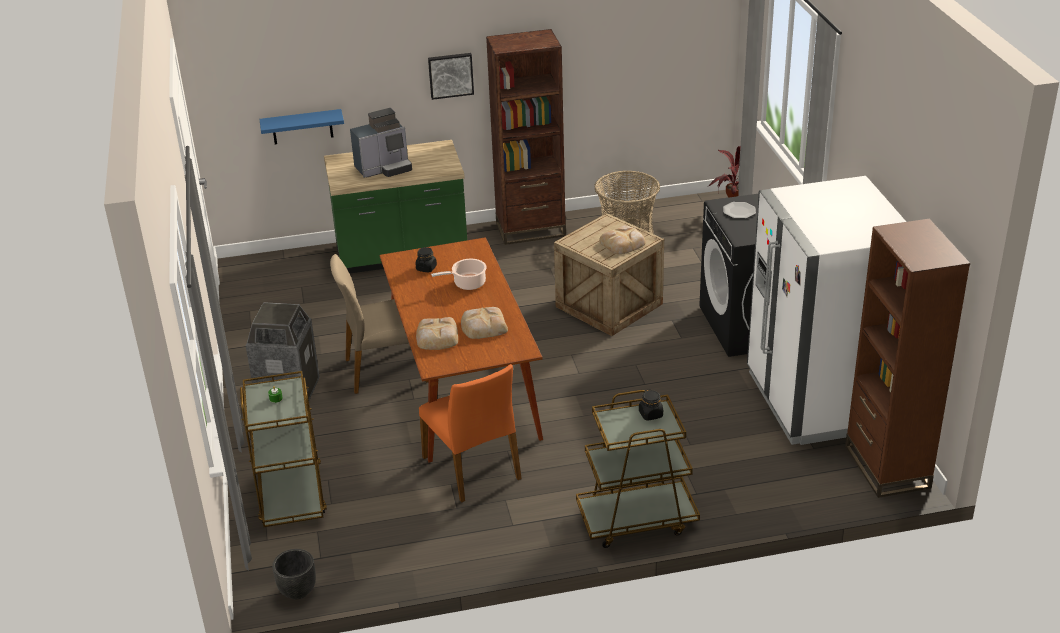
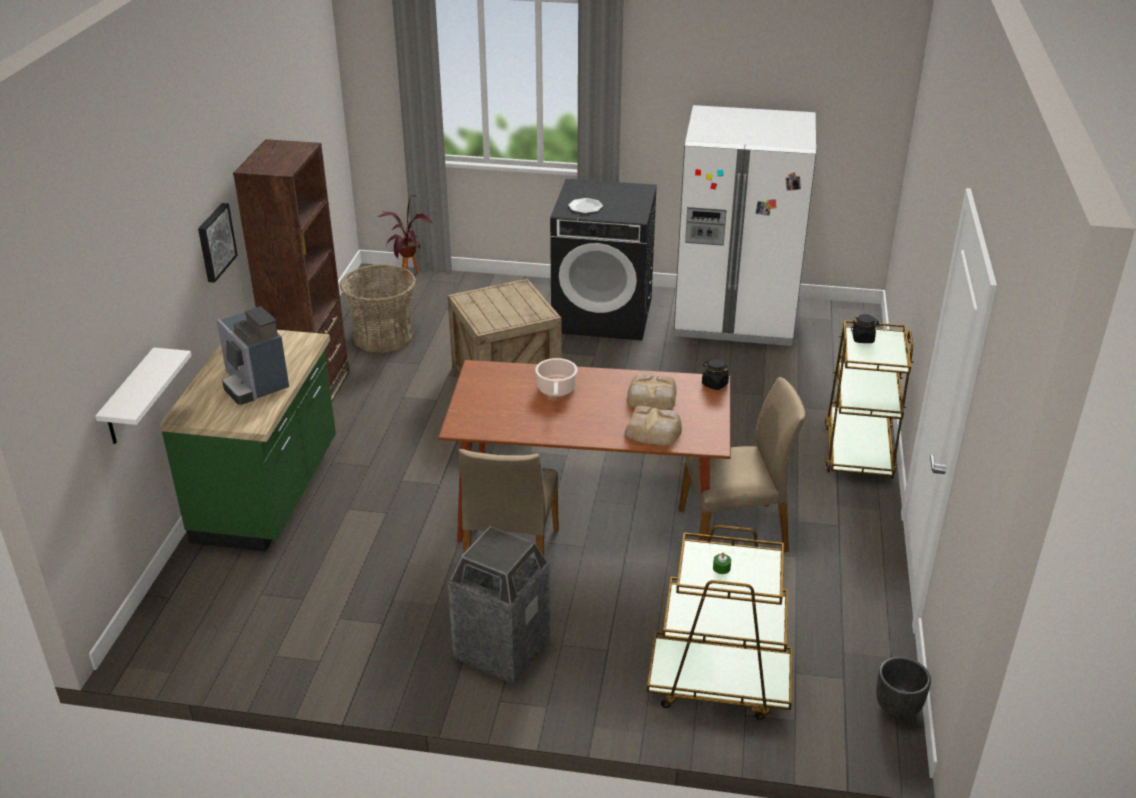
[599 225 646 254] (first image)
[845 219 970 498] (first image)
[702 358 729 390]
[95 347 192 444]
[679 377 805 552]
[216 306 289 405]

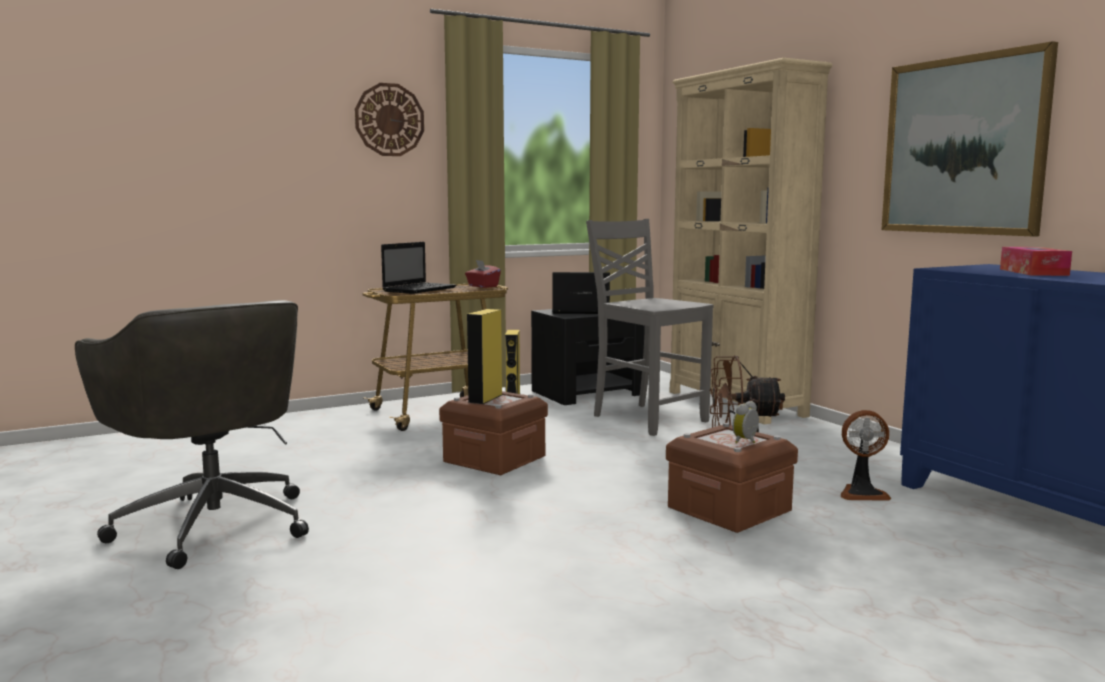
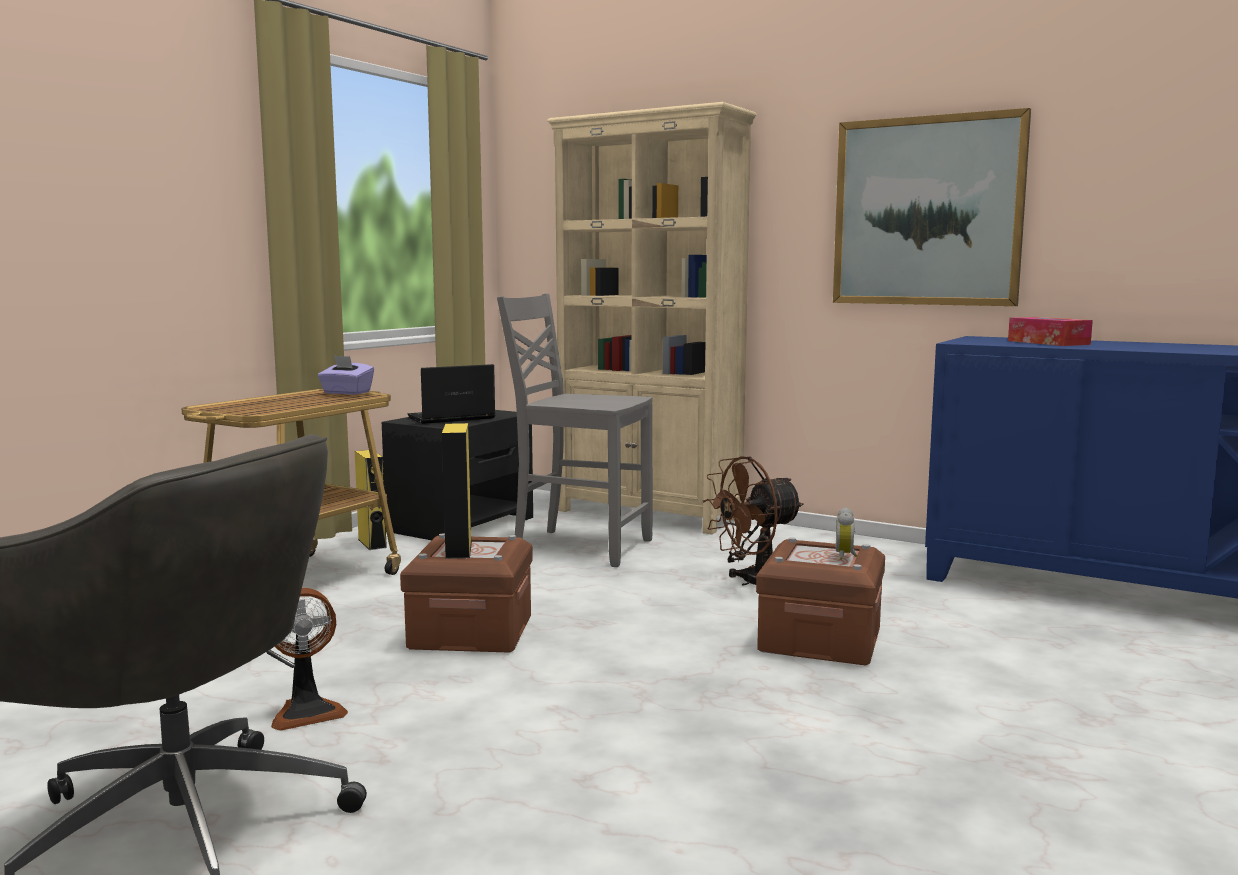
[355 83 424 156] (first image)
[381 242 456 294] (first image)
[271 588 348 731]
[318 355 374 395]

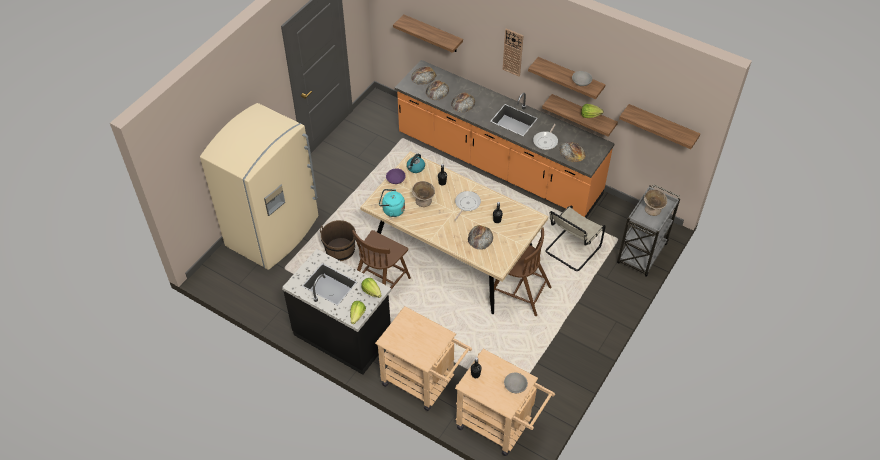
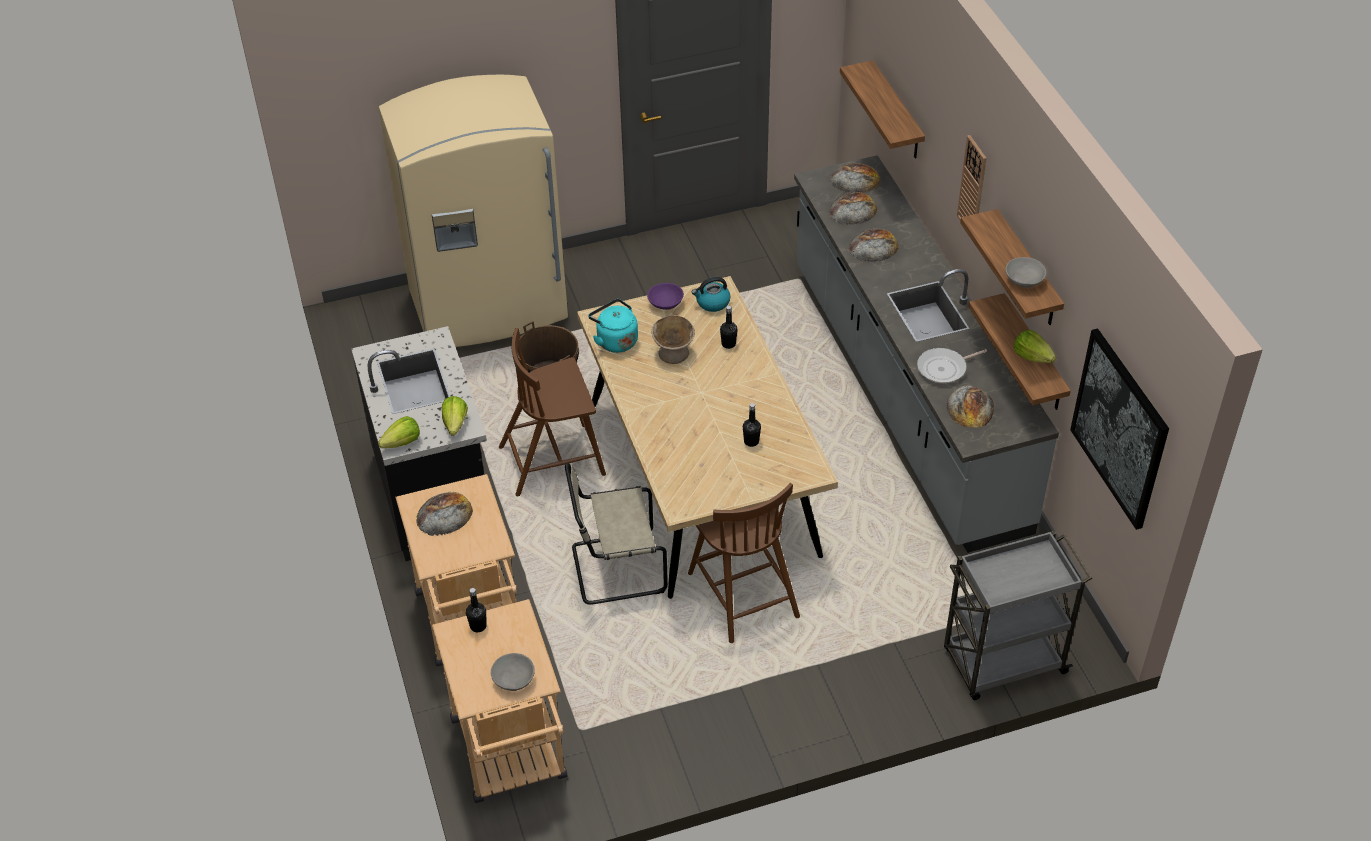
[455 191 481 221] (first image)
[644 189 667 216] (first image)
[416 492 473 536]
[565 463 668 605]
[1070 328 1169 530]
[794 155 1059 553]

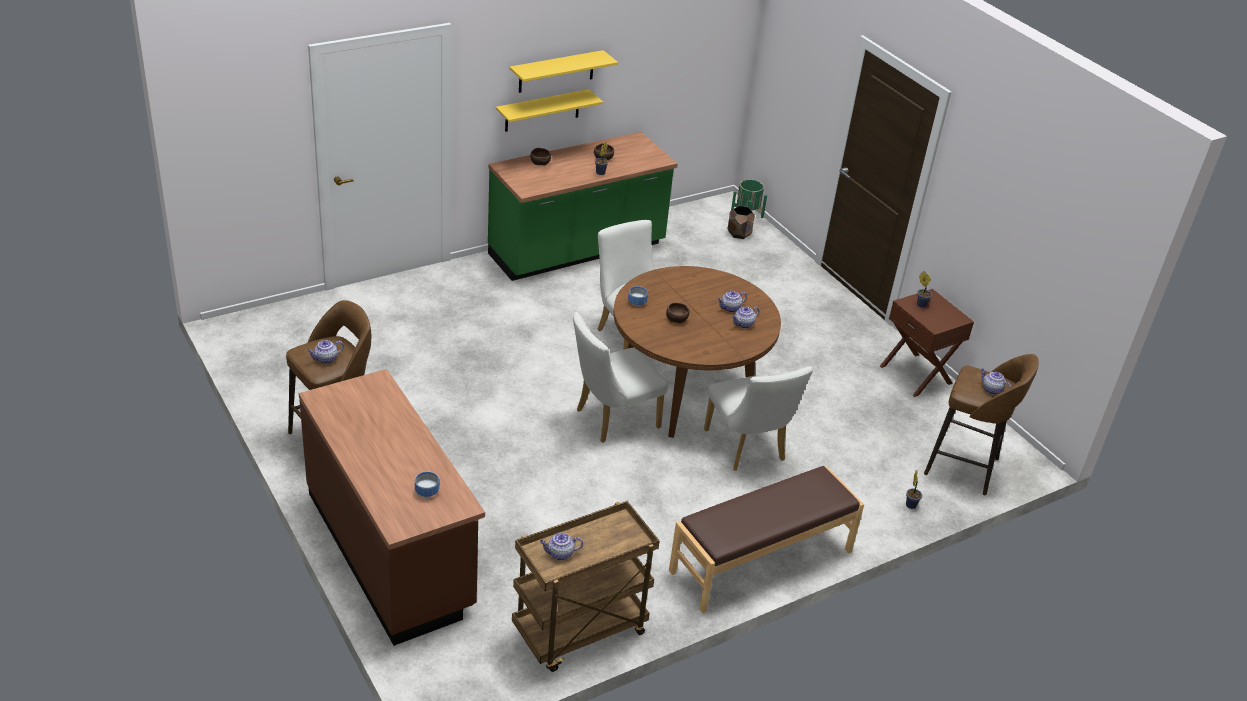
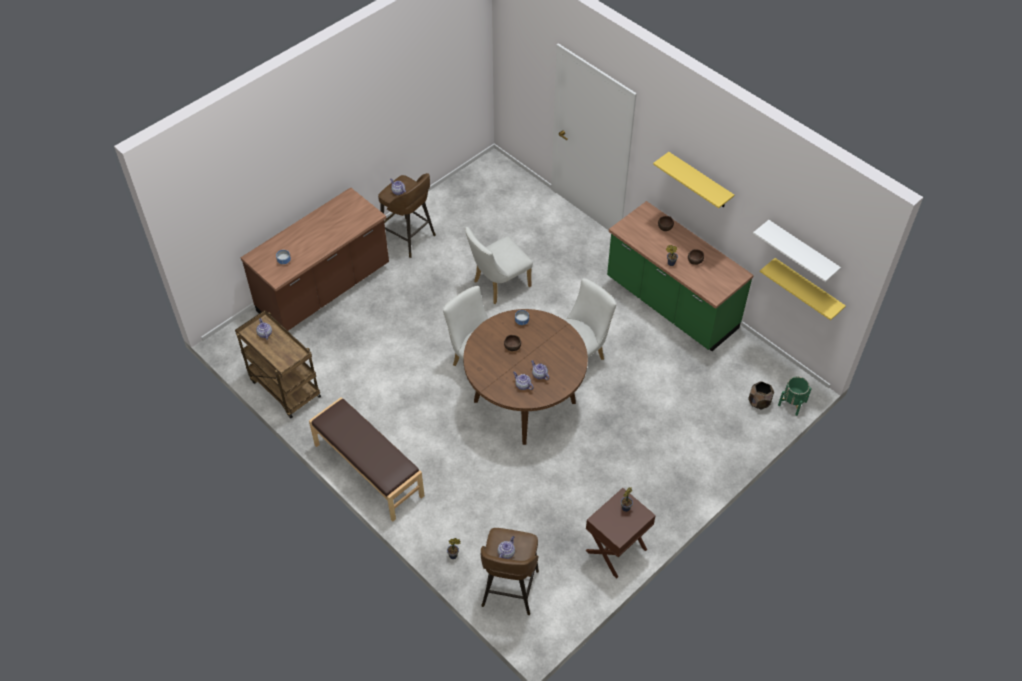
[753 220 841 282]
[760 258 846 320]
[465 227 533 304]

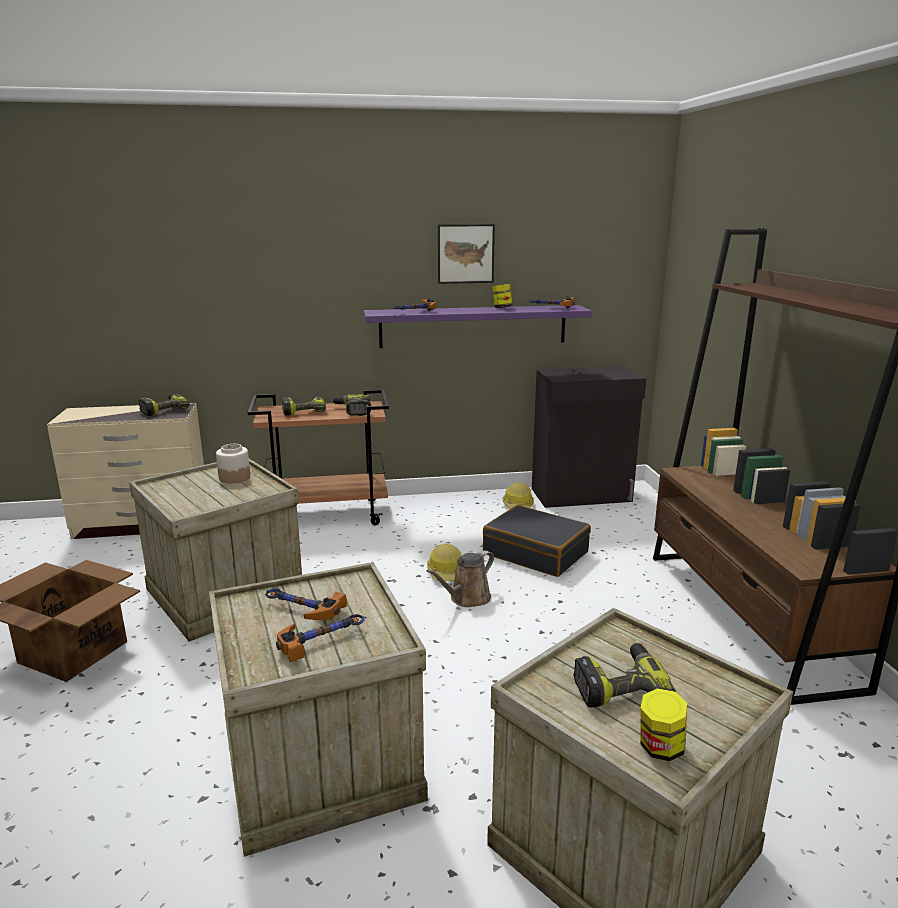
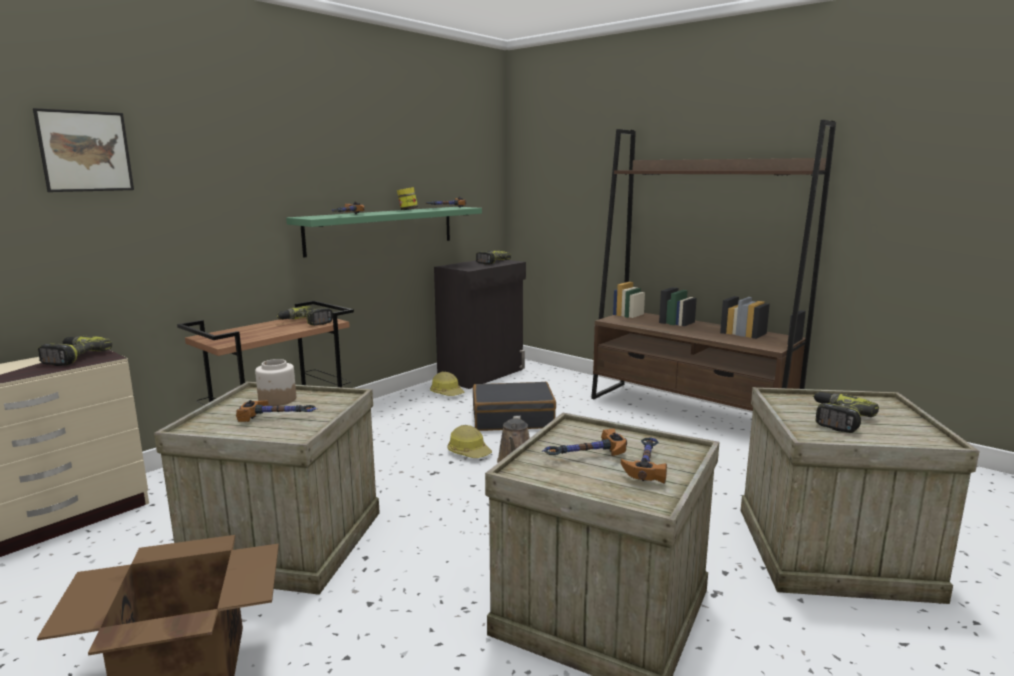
[640 688 687 761] (first image)
[236 400 317 422]
[476 250 511 264]
[33 108 134 192]
[286 207 482 258]

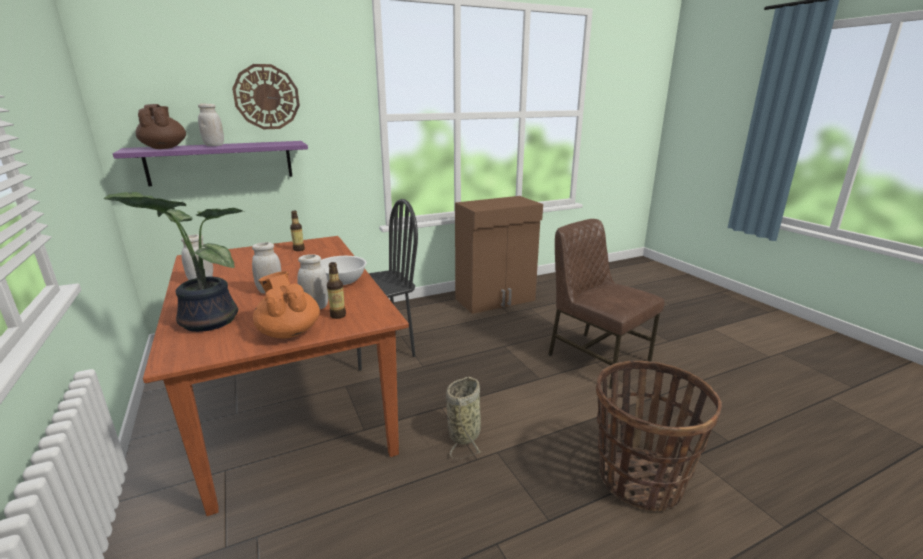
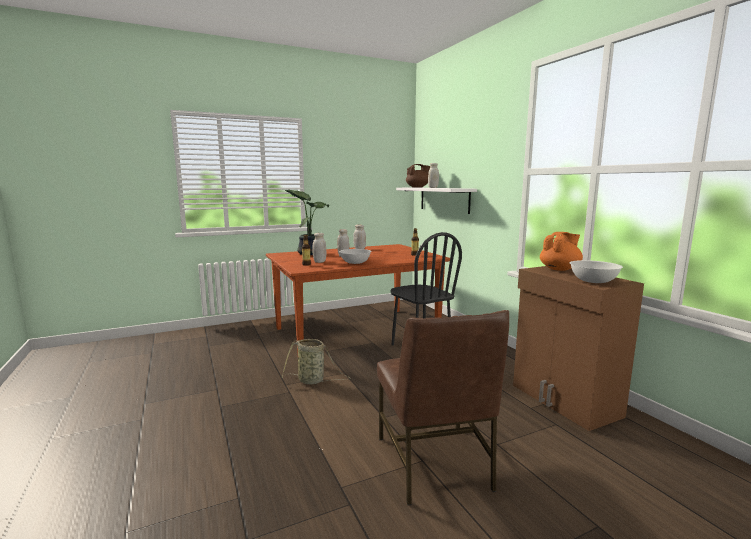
[232 64 300 129] (first image)
[596 361 722 512] (first image)
[570 260 623 283]
[540 232 583 271]
[396 188 477 214]
[377 310 509 505]

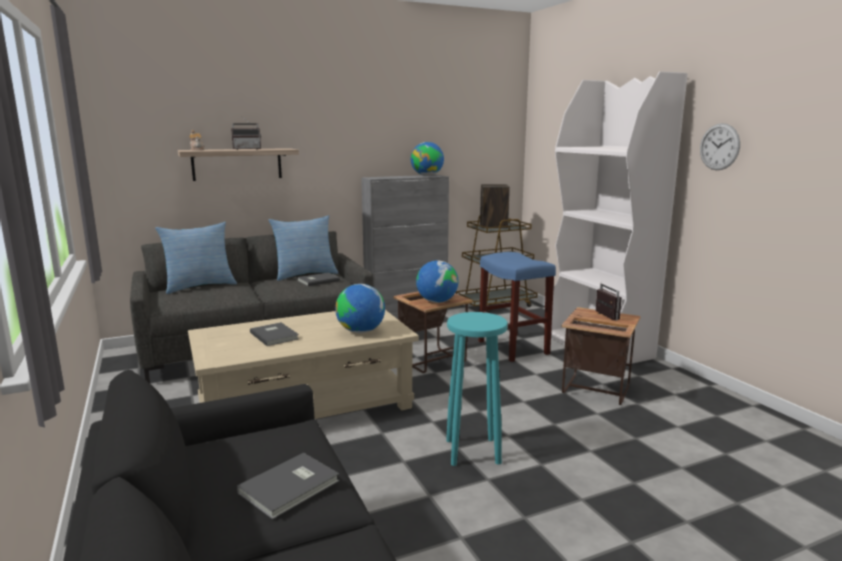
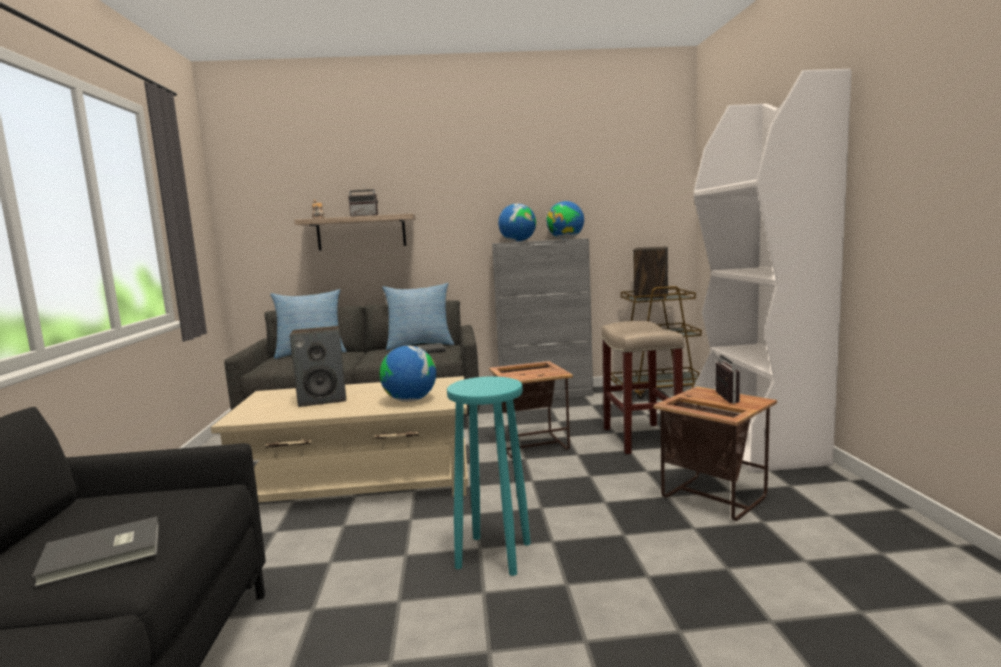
[700 123 740 170] (first image)
[498 203 536 242]
[290 326 346 407]
[601 321 684 454]

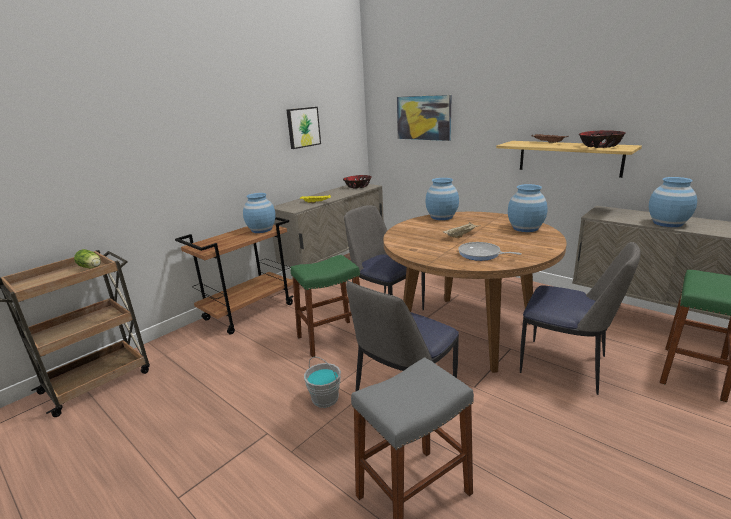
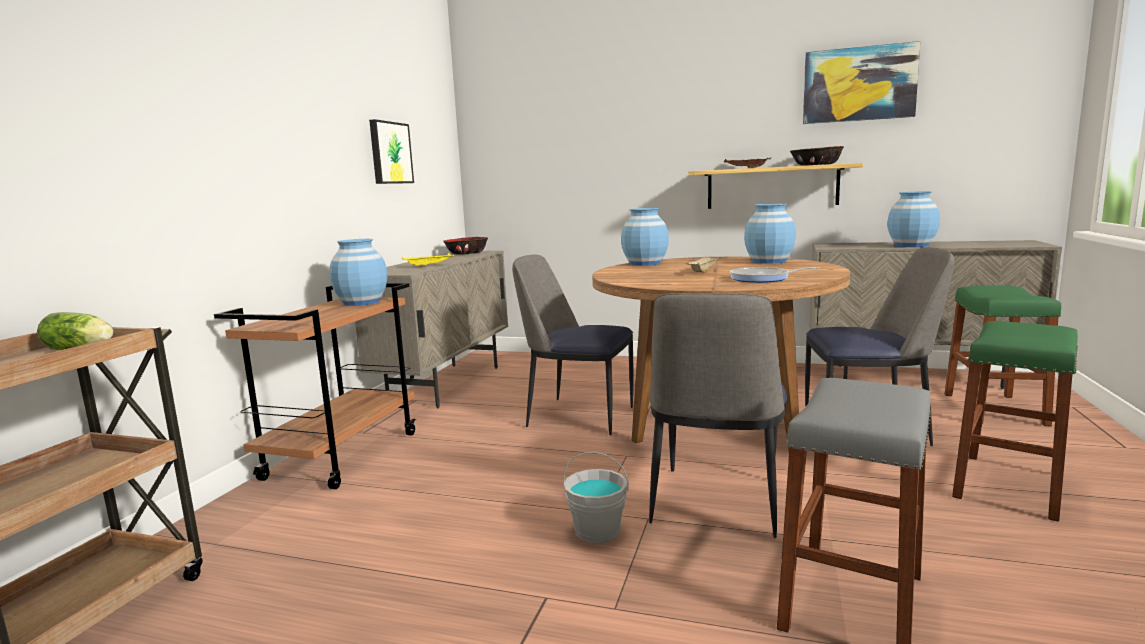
[952 321 1078 522]
[803 41 920 124]

